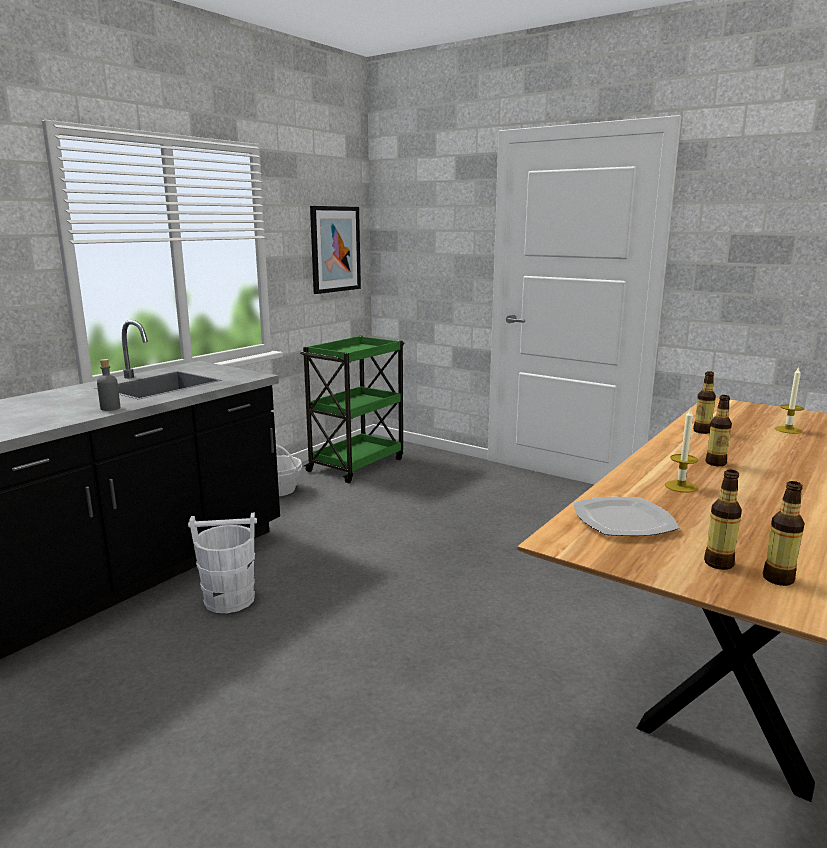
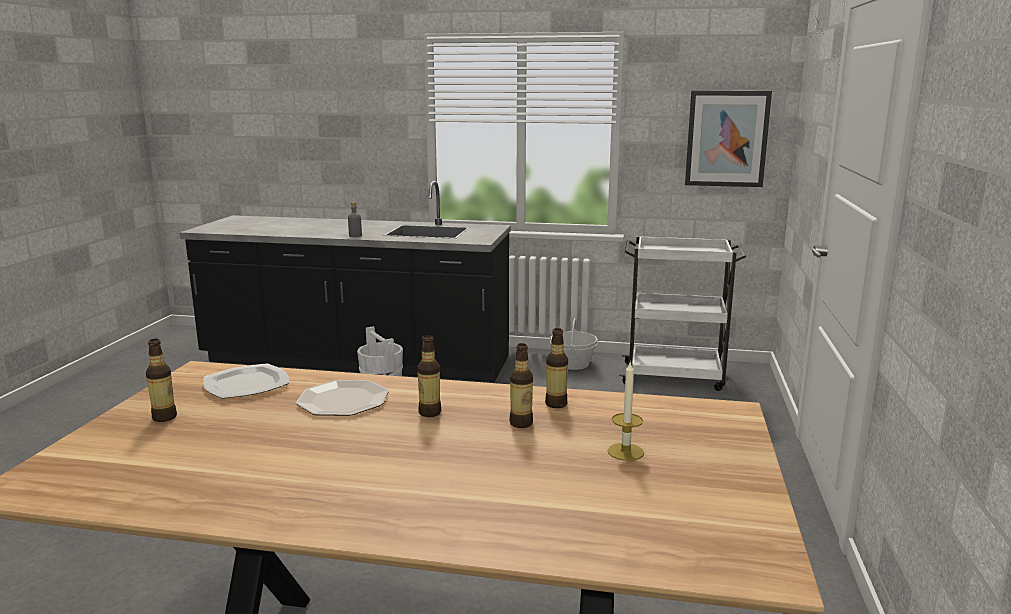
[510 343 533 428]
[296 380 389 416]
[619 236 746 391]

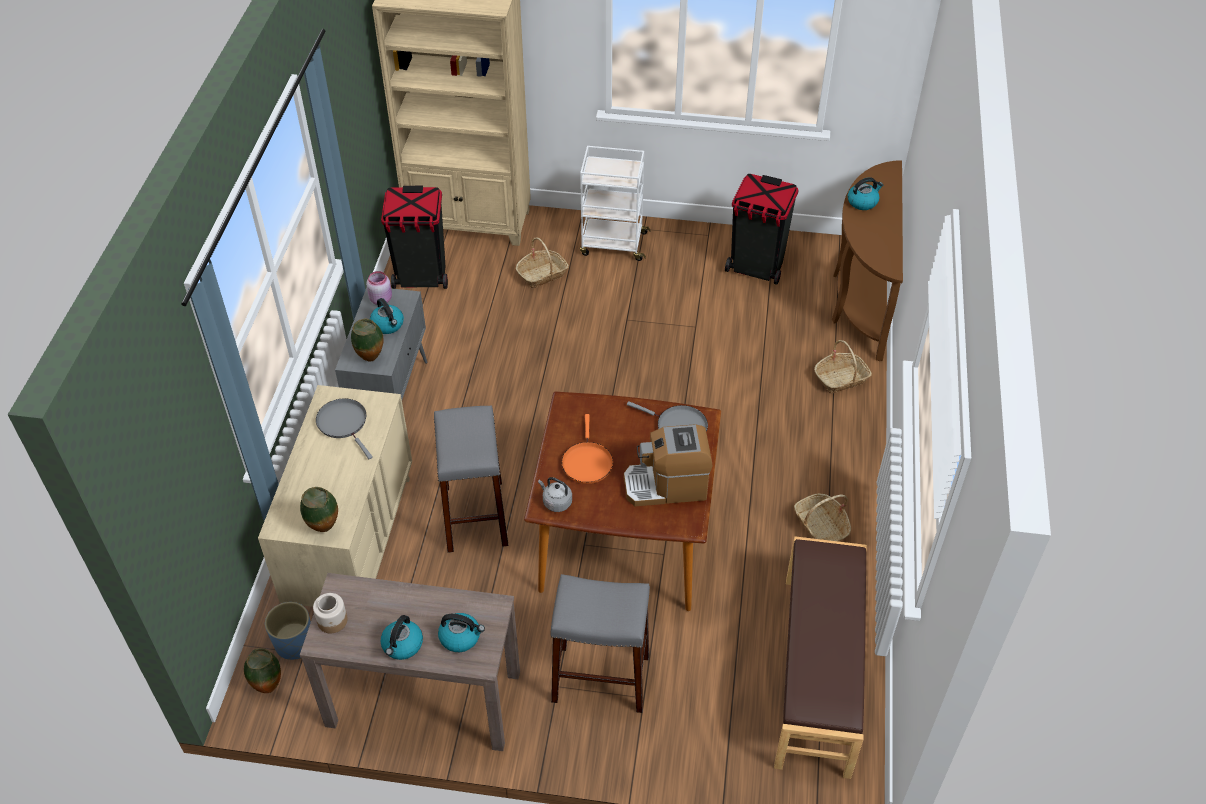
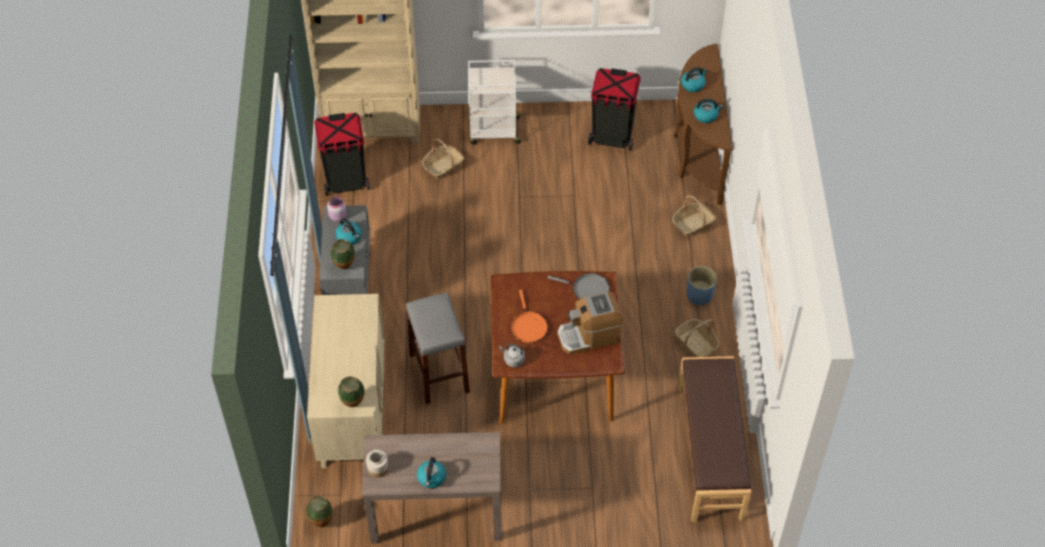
[316 398 373 459] (first image)
[550 574 650 713] (first image)
[687 266 717 305]
[694 99 723 123]

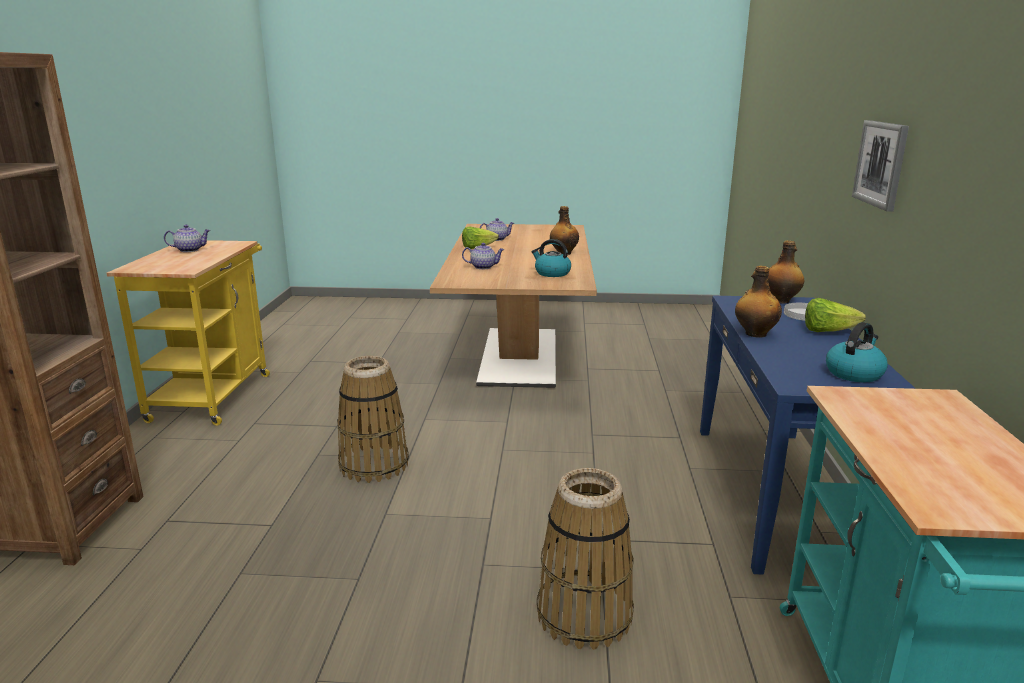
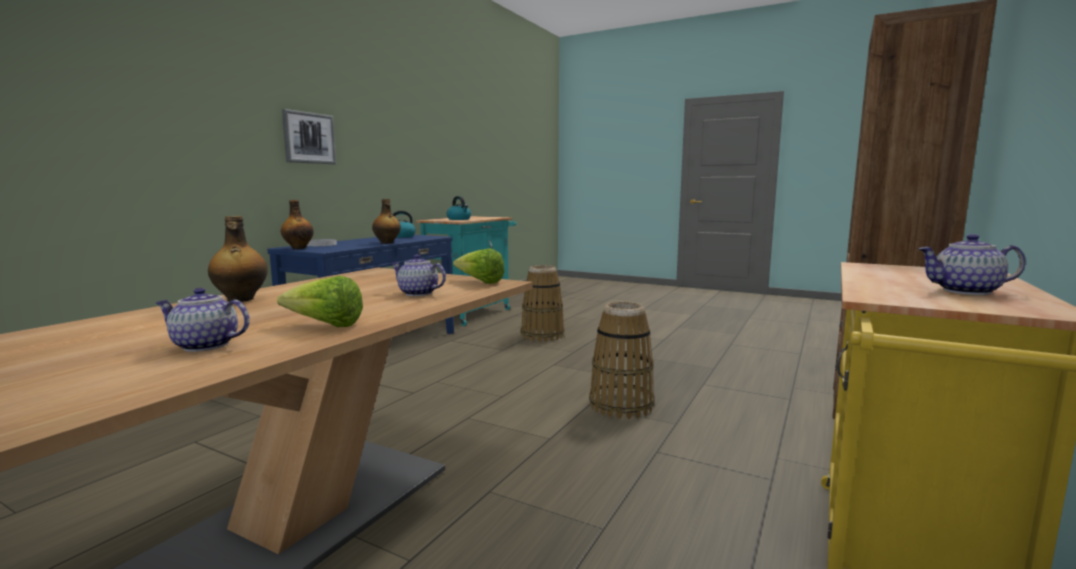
[447 196 471 220]
[453 248 504 284]

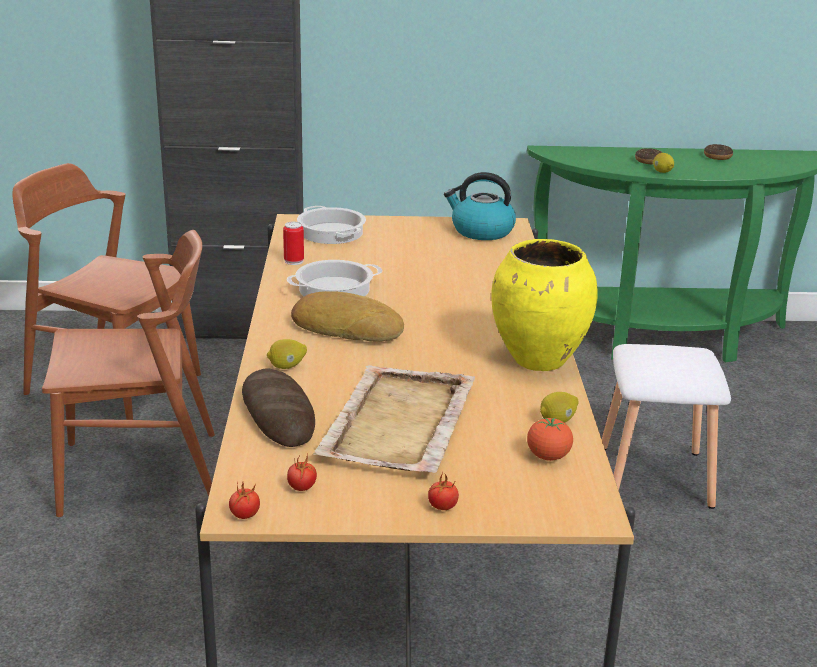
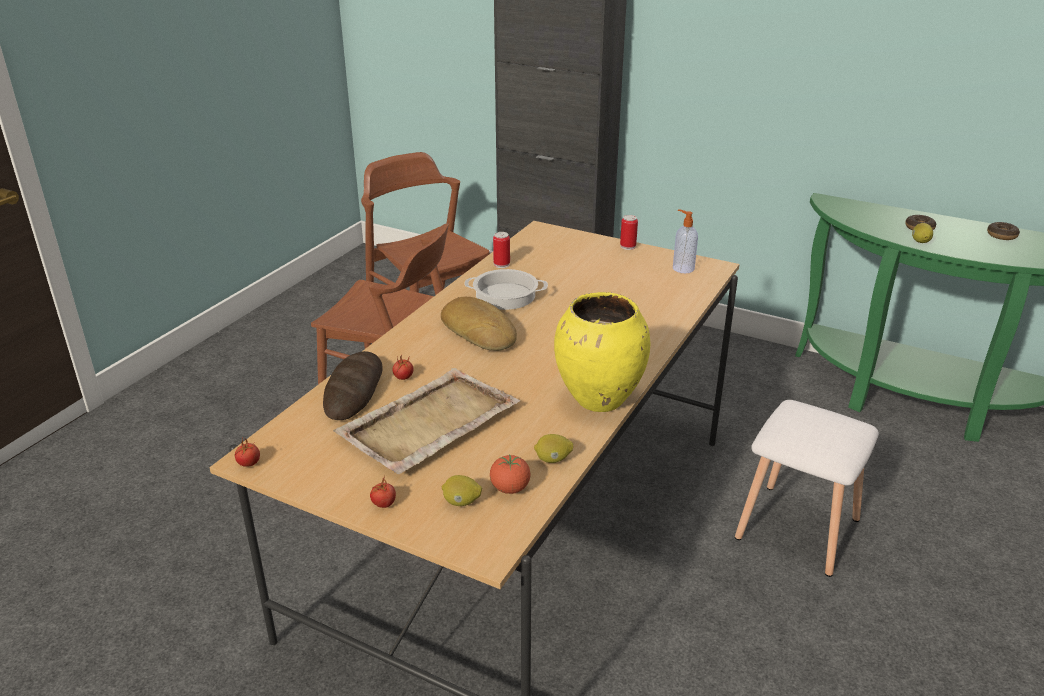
[297 206 366 244] (first image)
[620 215 638 250]
[442 475 482 506]
[392 355 414 380]
[673 209 698 273]

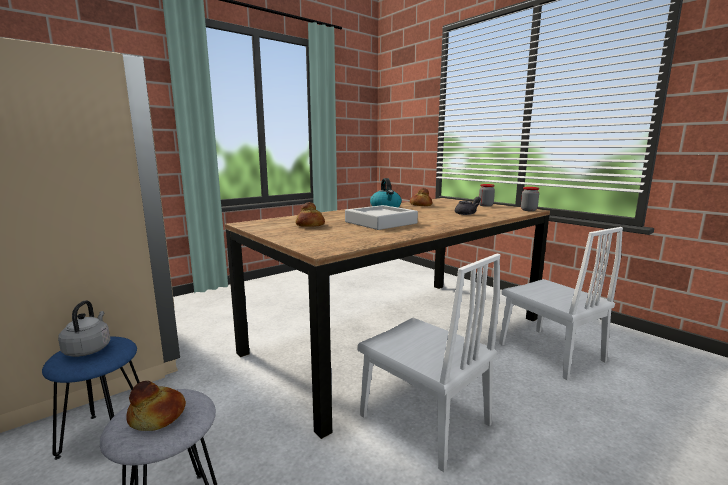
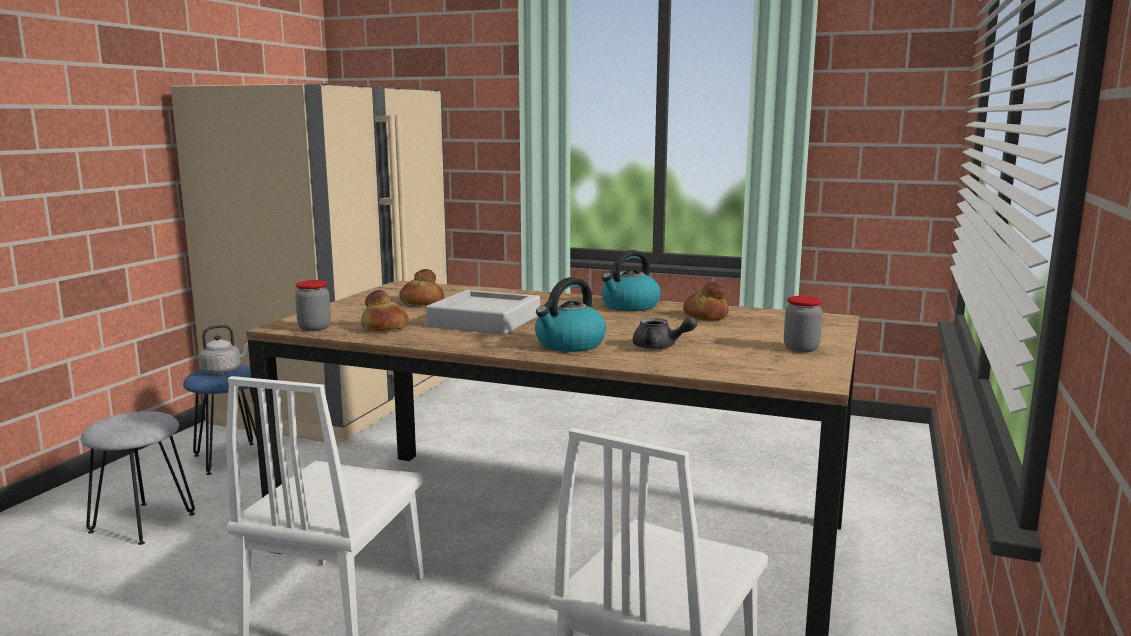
[535 277 606 352]
[361 290 409 331]
[295 280 331 331]

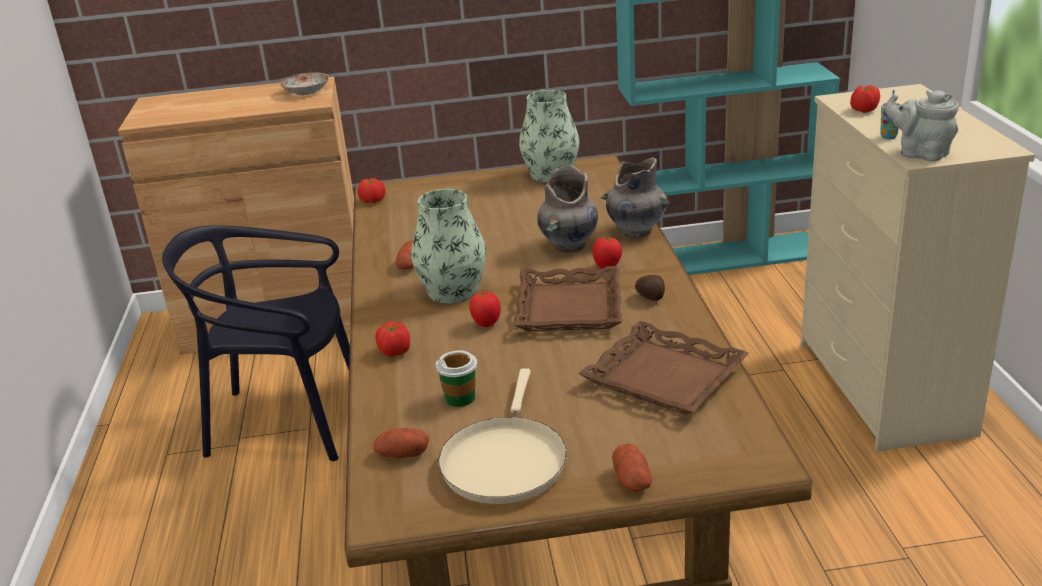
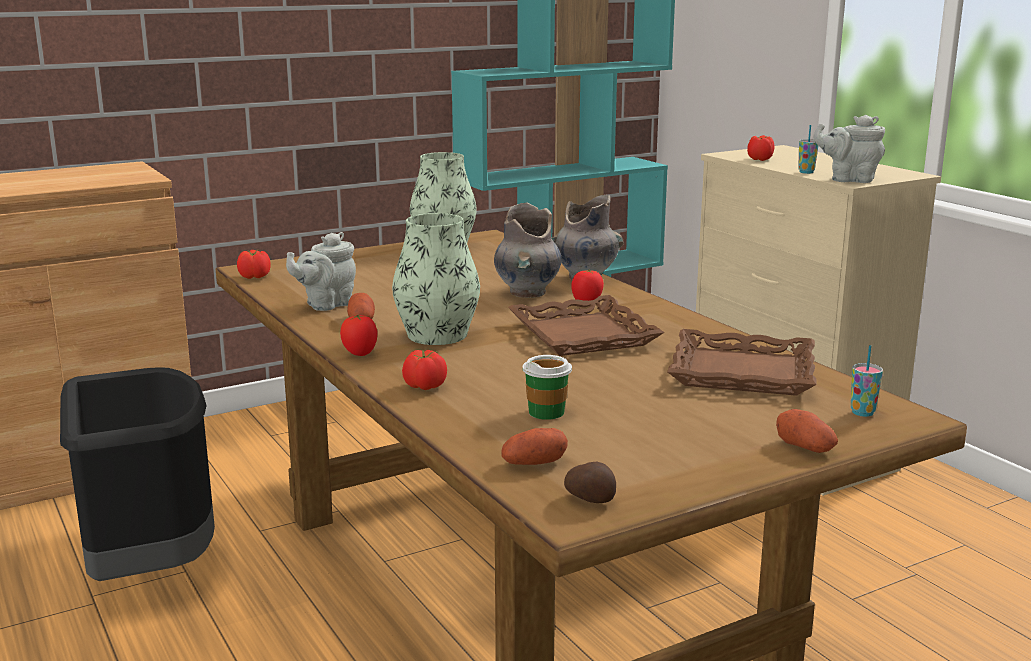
[279 72 329 95] (first image)
[438 368 567 504] (first image)
[286 232 356 311]
[851 345 883 417]
[340 314 378 356]
[564 462 616 503]
[60 367 215 581]

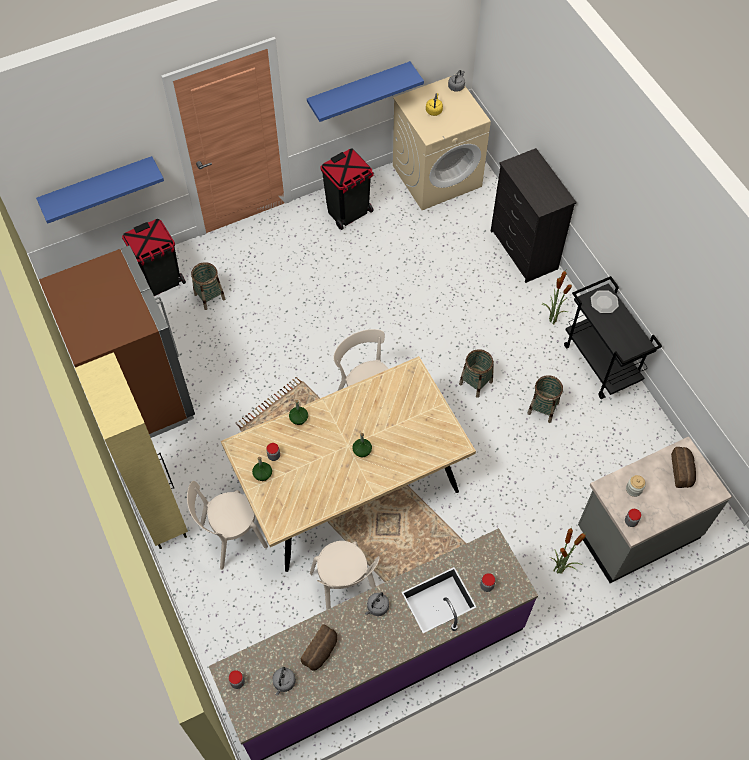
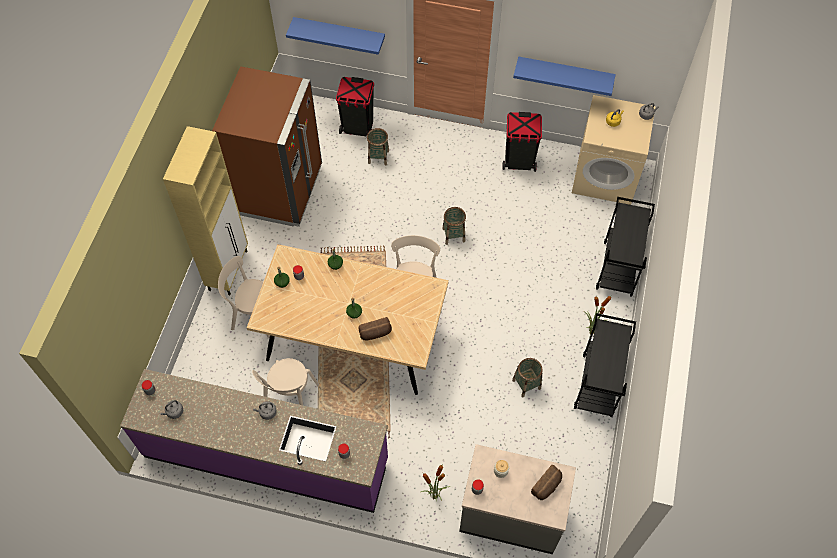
[591 291 619 313] (first image)
[359 317 392 341]
[442 207 466 245]
[596 197 655 297]

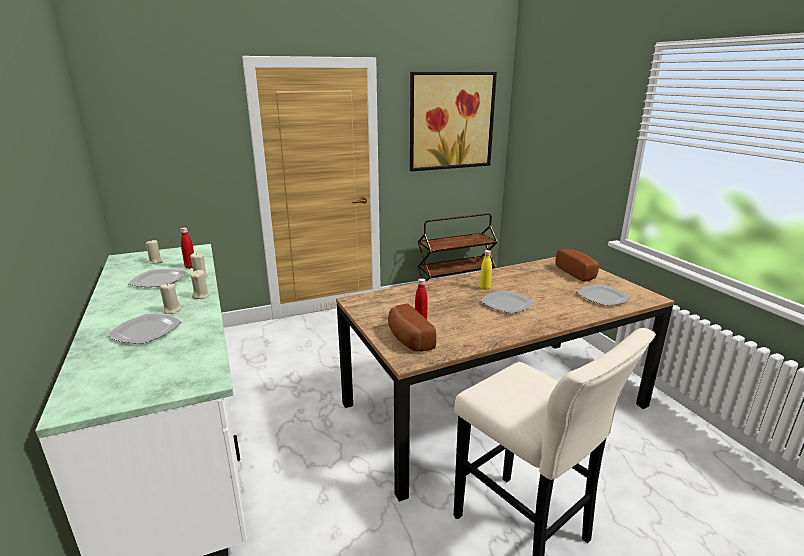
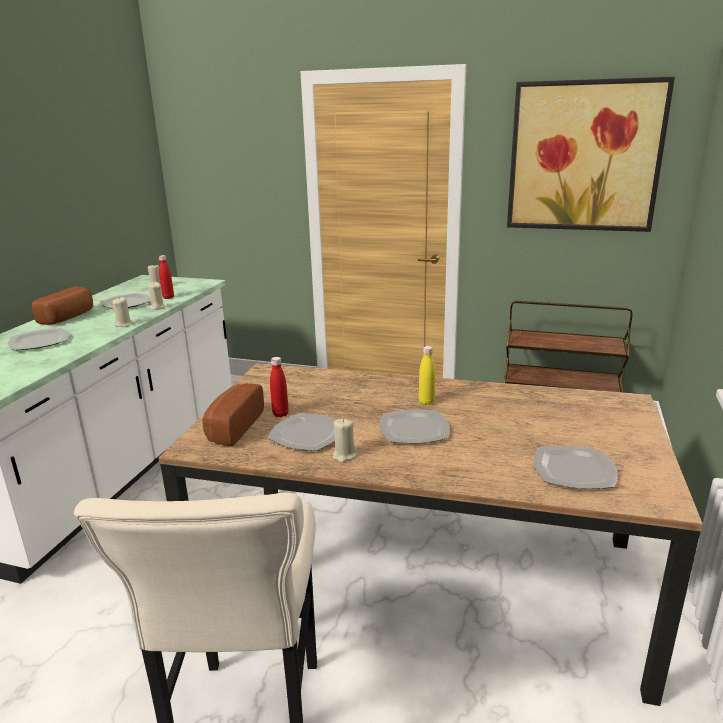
[267 413 336 451]
[333 419 358 463]
[32 287 93 325]

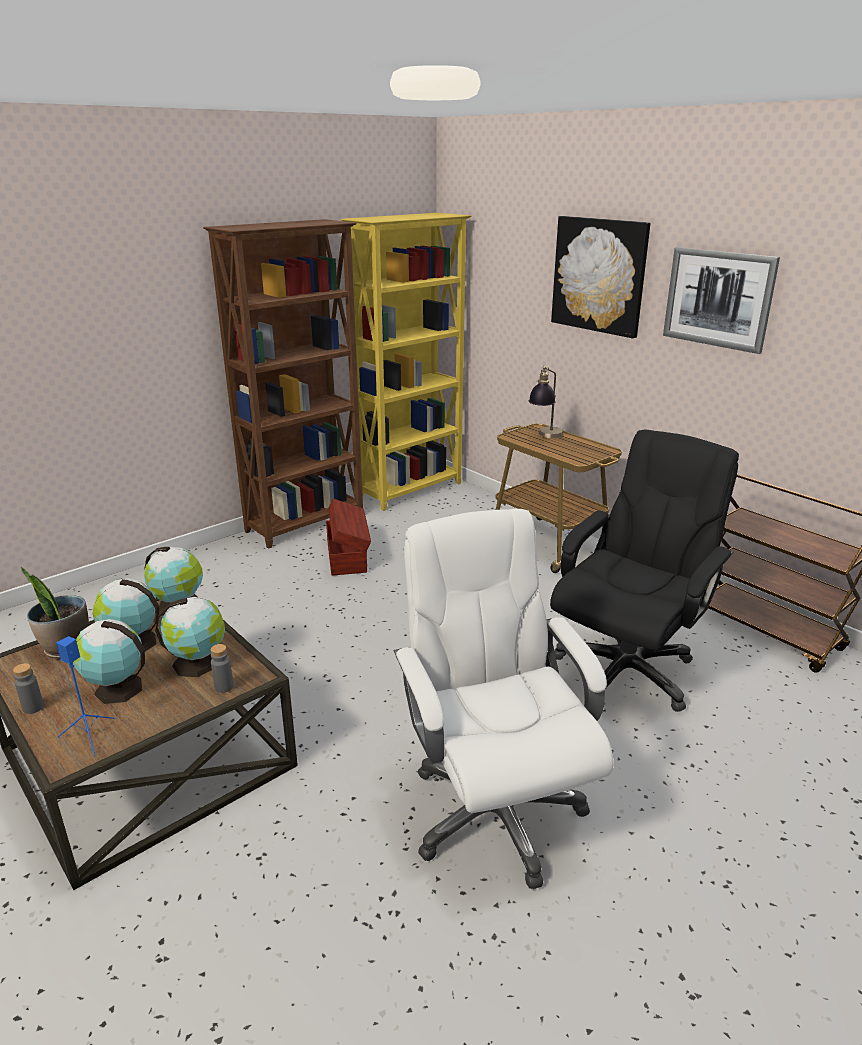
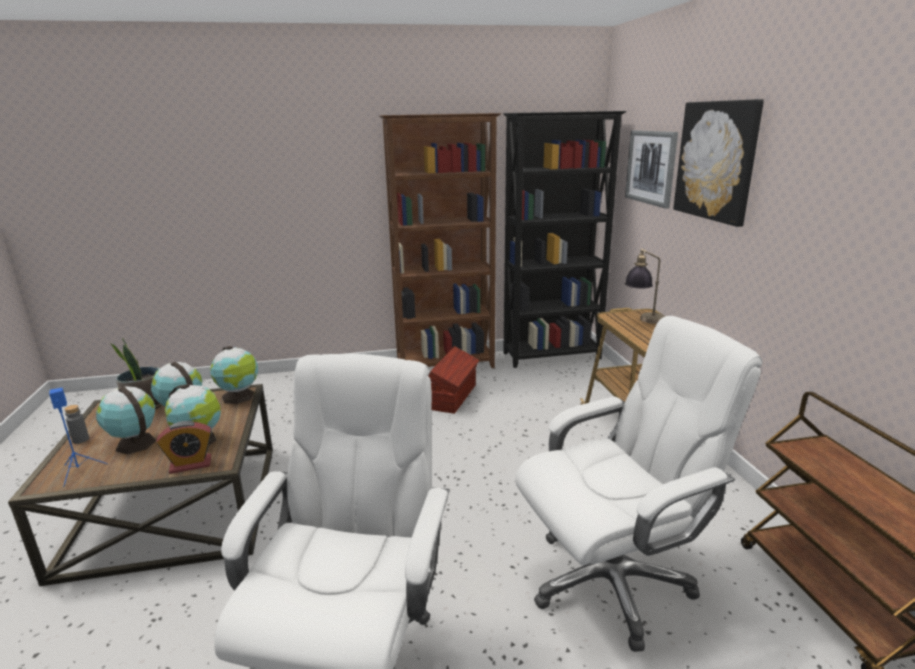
[625 130 678 209]
[156 421 212 474]
[503 111 627 368]
[515 316 762 652]

